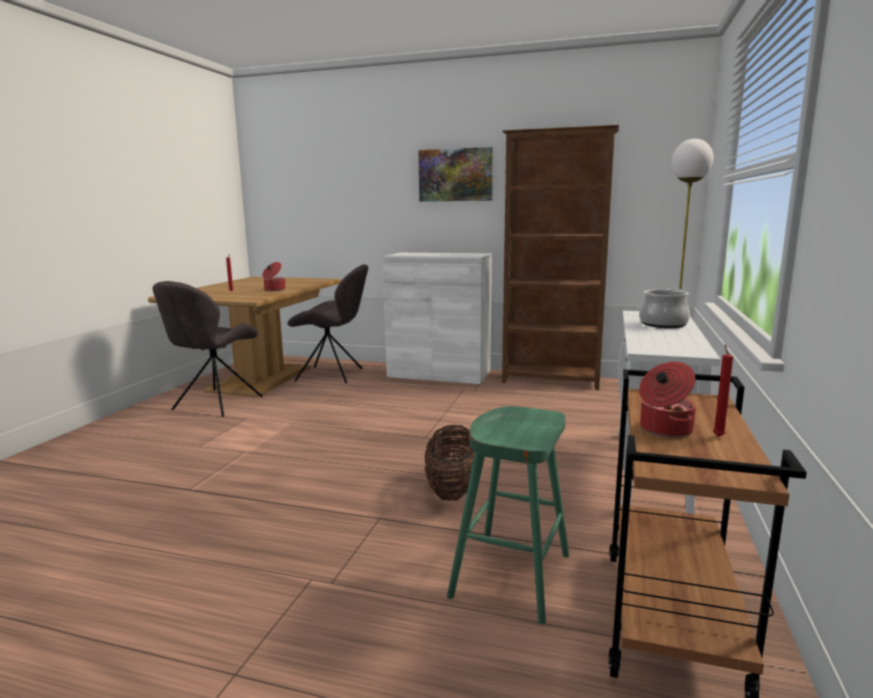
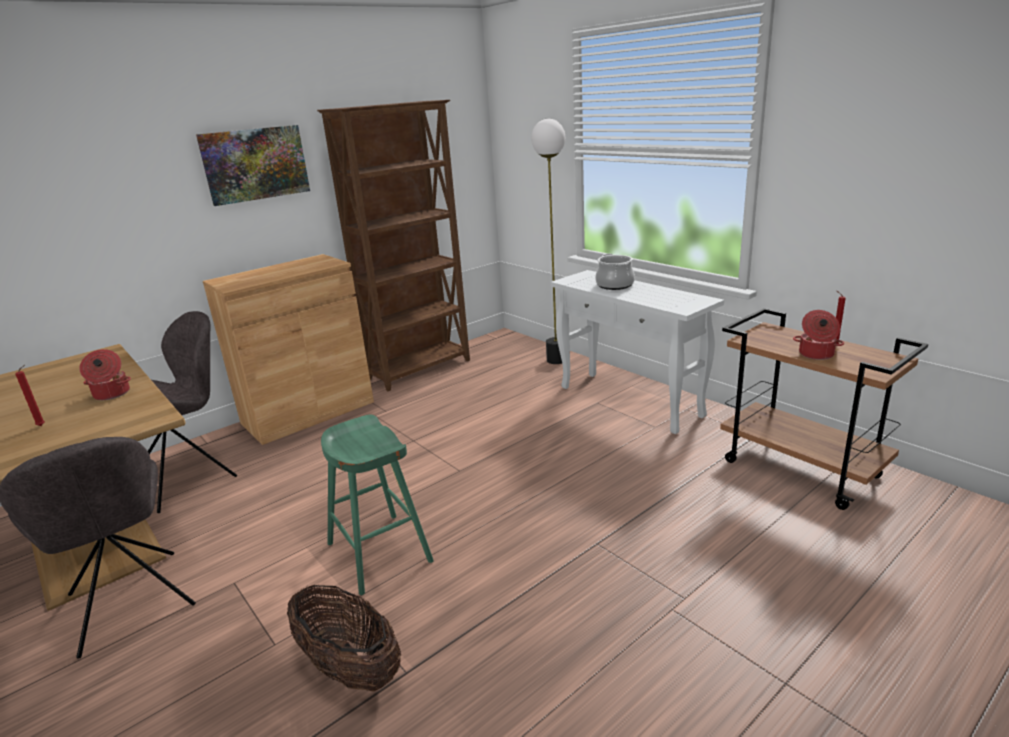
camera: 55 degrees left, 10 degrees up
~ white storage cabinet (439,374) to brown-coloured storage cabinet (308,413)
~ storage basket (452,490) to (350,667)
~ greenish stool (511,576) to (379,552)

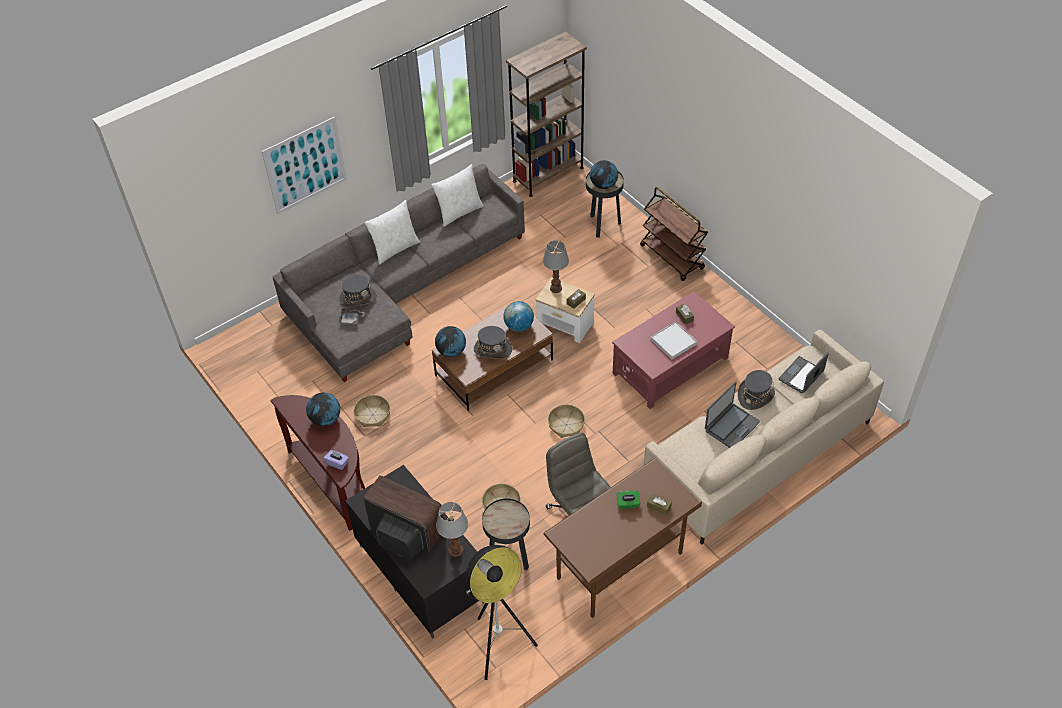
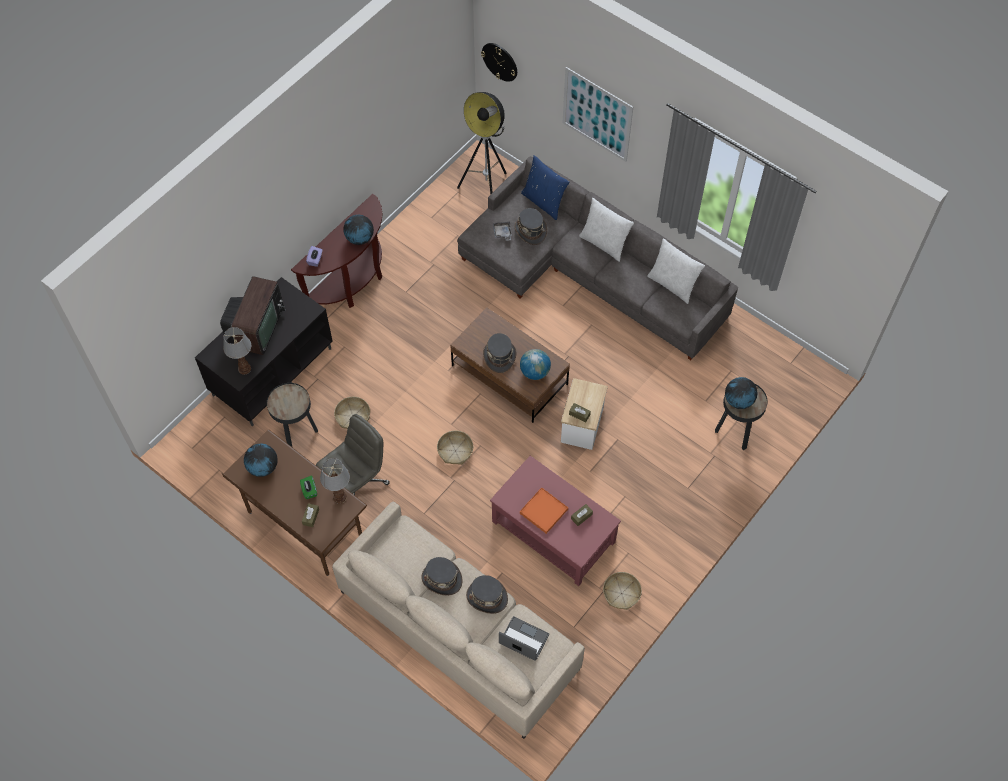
camera: 75 degrees right, 10 degrees up
~ world globe (451,351) to (263,467)
~ tabletop lamp (555,288) to (340,497)
~ portable computer (731,426) to grey hat (442,579)
~ floor lamp (499,645) to (487,190)
+ wall clock (500,61)
~ white serving tray (673,342) to orangey serving tray (543,511)
+ blue throw pillow (544,202)
~ storage basket (373,415) to (621,593)
- brown-coloured bookcase (548,174)
- brown-coloured wheeled cart (672,257)

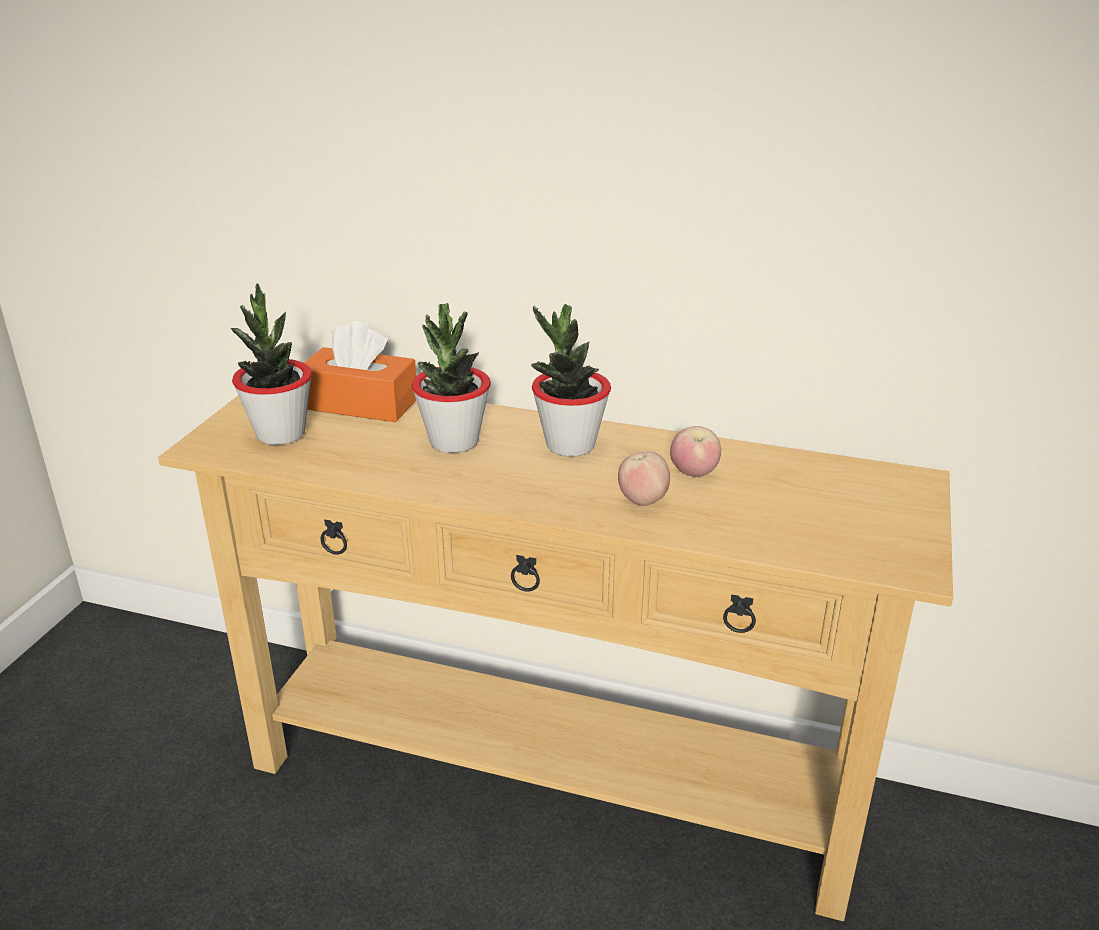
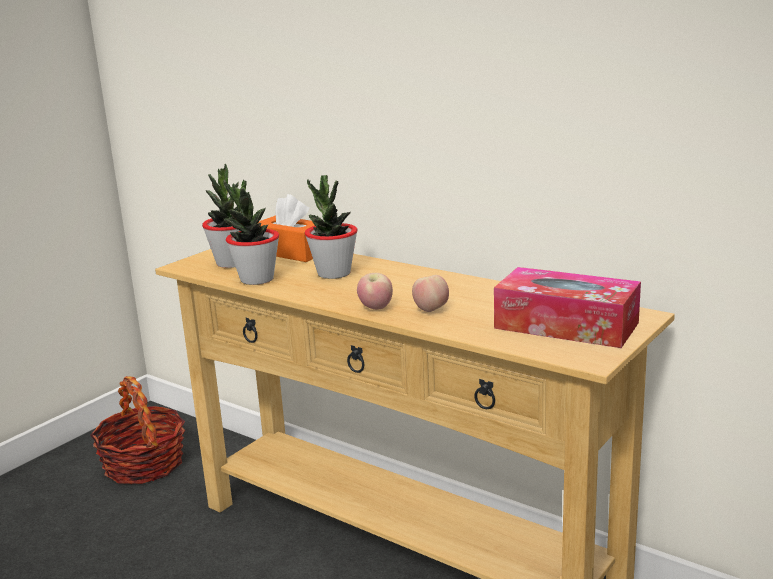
camera: 20 degrees right, 10 degrees down
+ storage basket (144,464)
~ plant in a pot (570,445) to (256,279)
~ apple (693,474) to (376,308)
+ tissue holder (566,325)

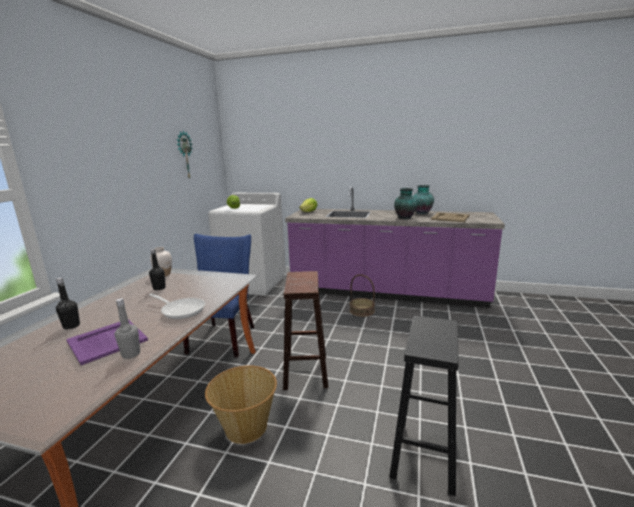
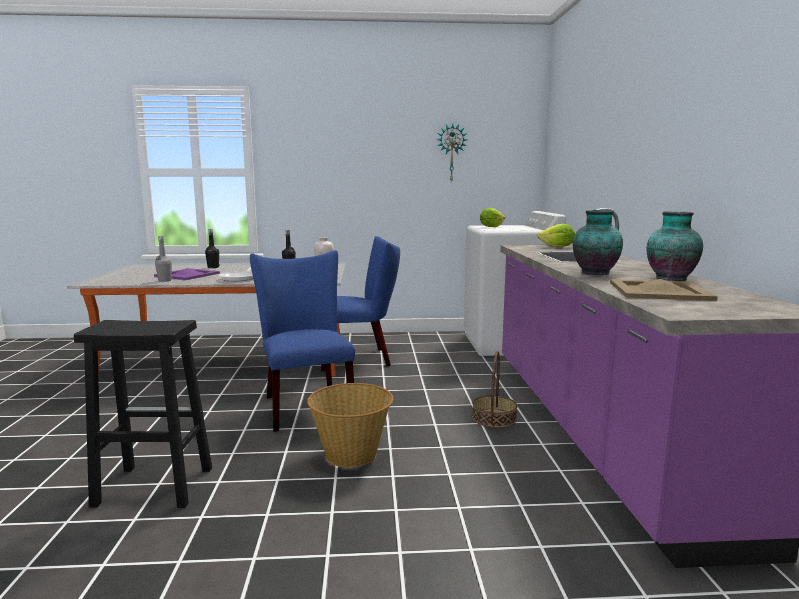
camera: 70 degrees right, 5 degrees down
~ brown-coloured stool (305,371) to blue plain chair (305,405)
~ storage basket (245,426) to (351,454)

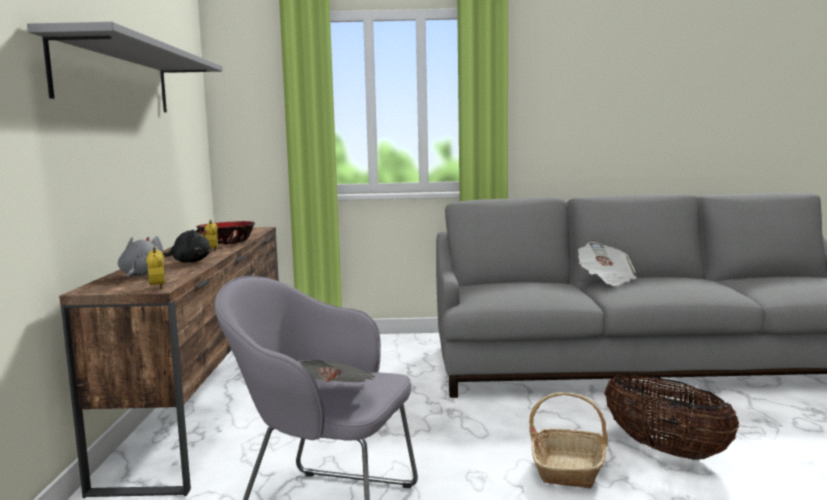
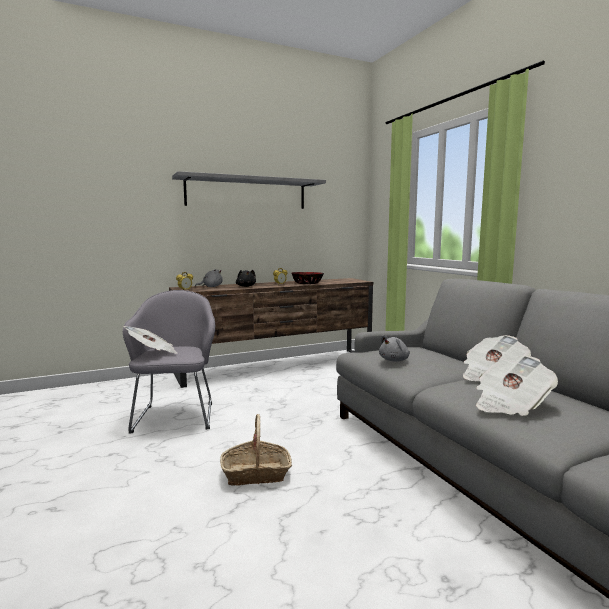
camera: 65 degrees right, 0 degrees up
+ grey cuddly toy (395,360)
+ daily paper (510,404)
- storage basket (665,450)

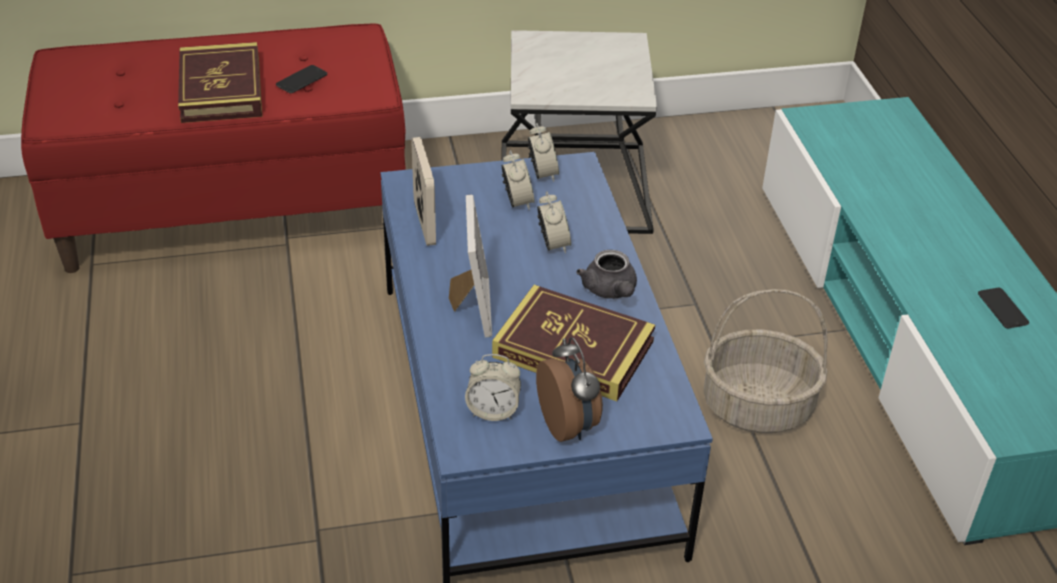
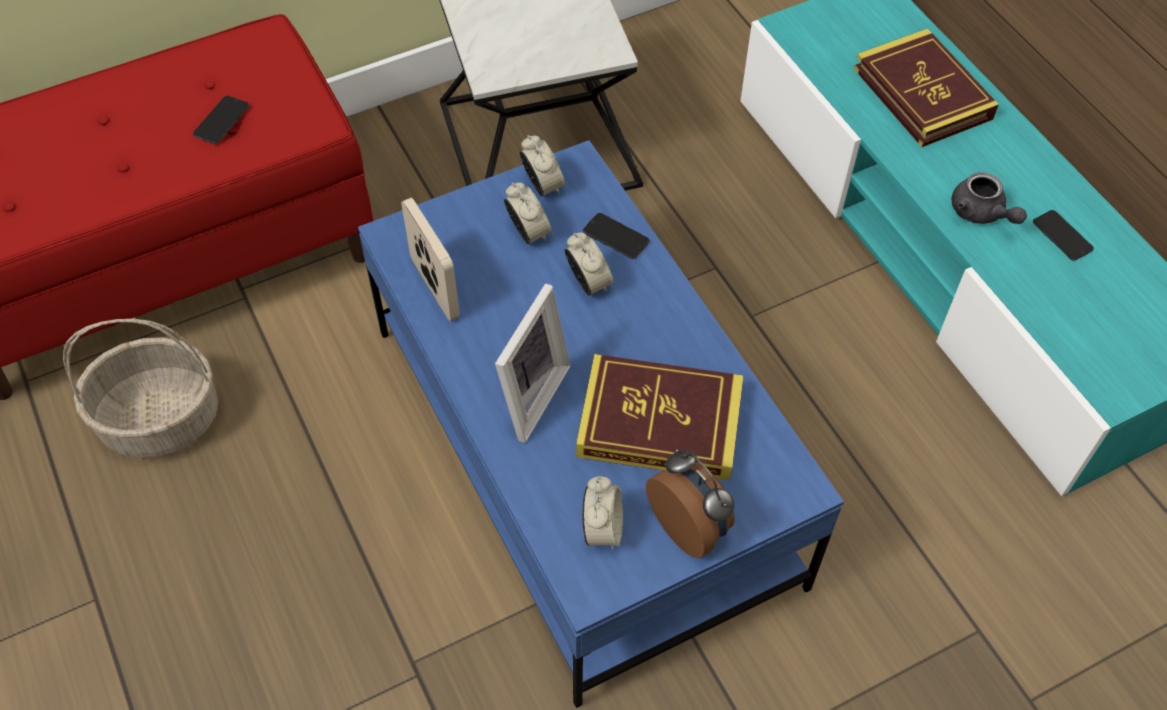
camera: 15 degrees left, 15 degrees up
~ storage basket (756,407) to (159,420)
~ picture frame (469,308) = (527,395) 45 degrees clockwise
+ phone (616,237)
~ alarm clock (493,410) = (602,529) 75 degrees counterclockwise
~ volume (221,89) to (922,93)
~ grey tea pot (610,291) to (981,213)

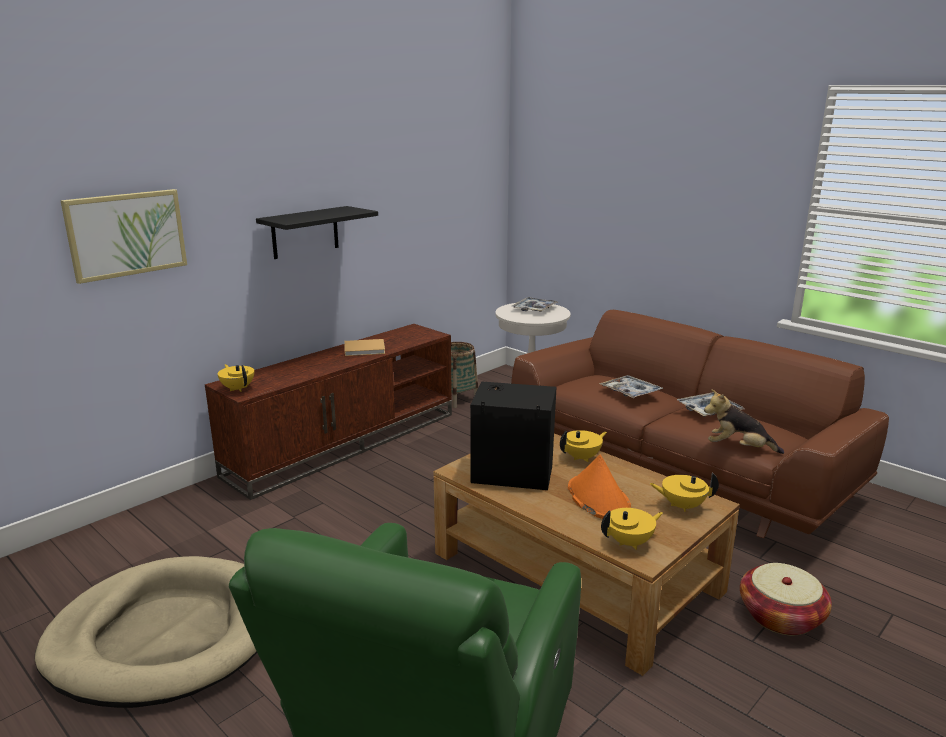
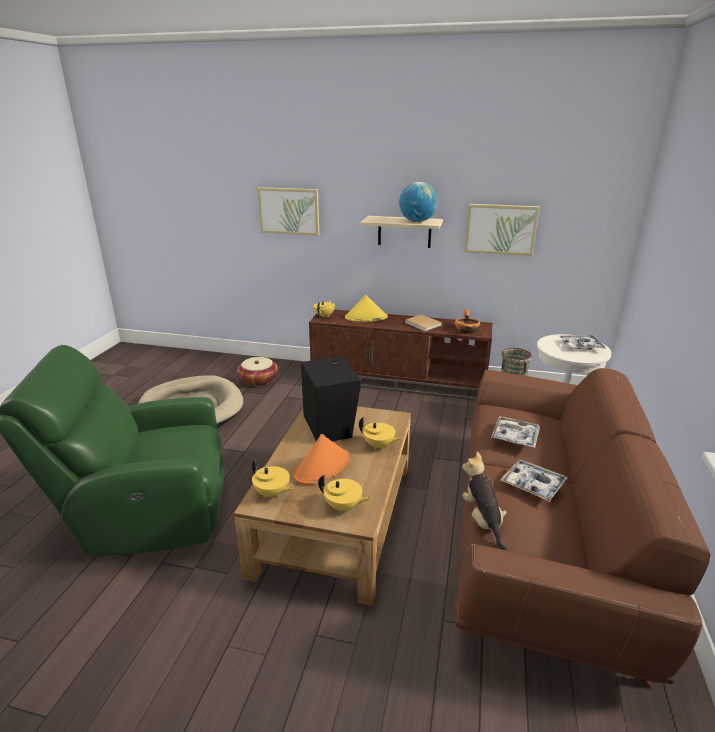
camera: 60 degrees right, 5 degrees up
~ storage basket (780,616) to (258,380)
~ yellowish tea pot (682,506) = (343,507) 135 degrees clockwise
+ yellowish hat (366,317)
~ black-coloured shelf (305,232) to beige-coloured shelf (404,231)
+ world globe (417,221)
+ orangey serving bowl (466,330)
+ wall picture (500,229)

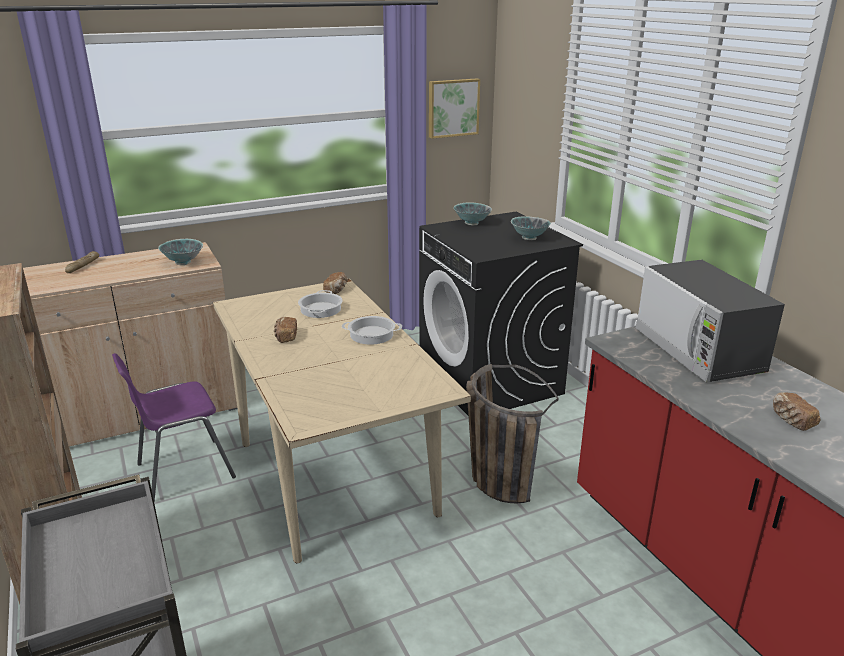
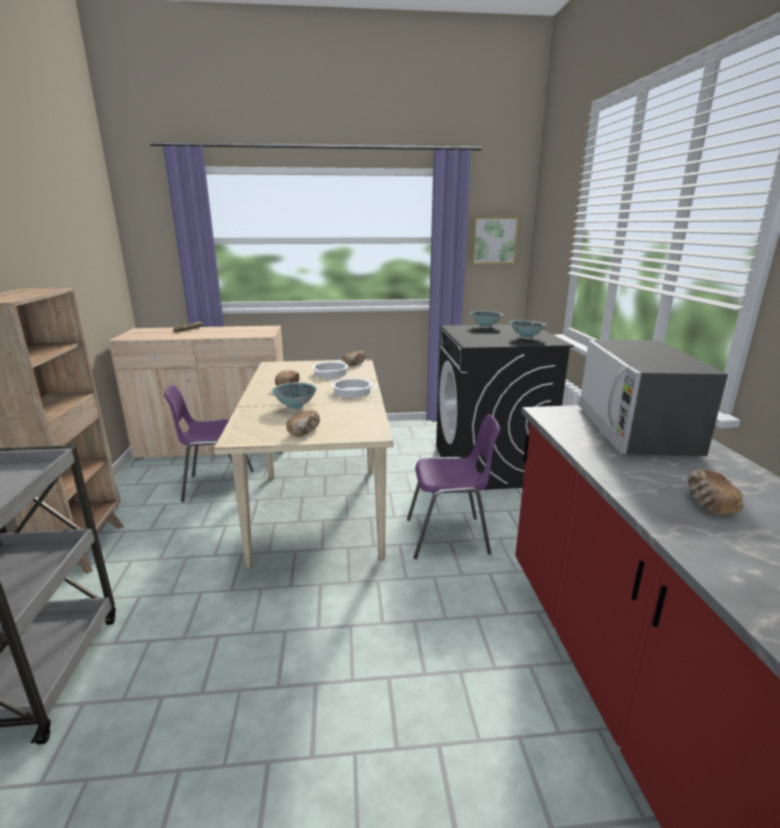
camera: 20 degrees right, 5 degrees down
~ serving bowl (183,262) to (295,407)
+ baked bread (305,431)
~ storage basket (494,475) to purplish plain chair (449,537)

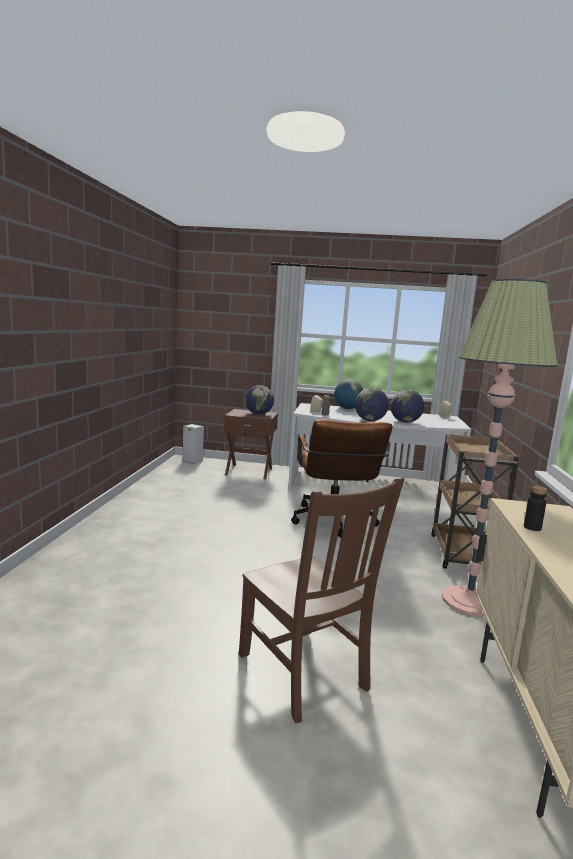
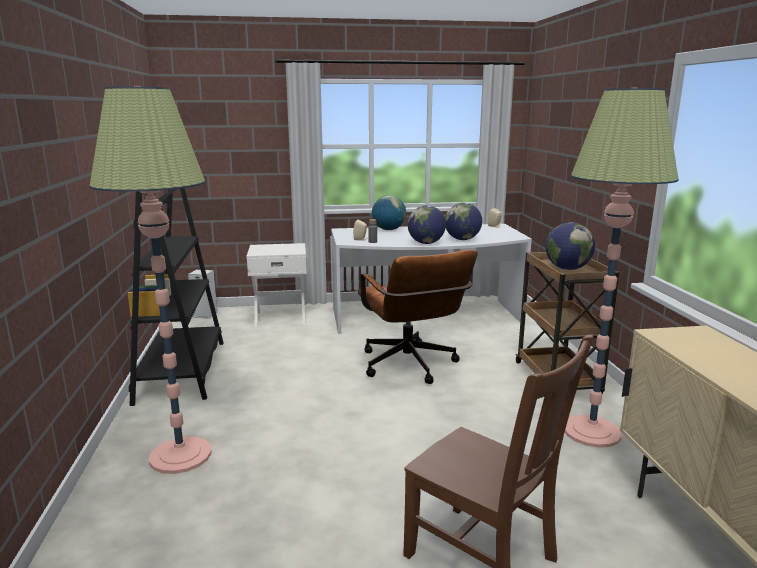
camera: 15 degrees left, 5 degrees up
+ floor lamp (180,455)
+ black-coloured bookcase (182,371)
~ brown-coloured bedside table (249,471) to white bedside table (280,317)
~ world globe (258,414) to (567,269)
- black-coloured bottle (532,527)

